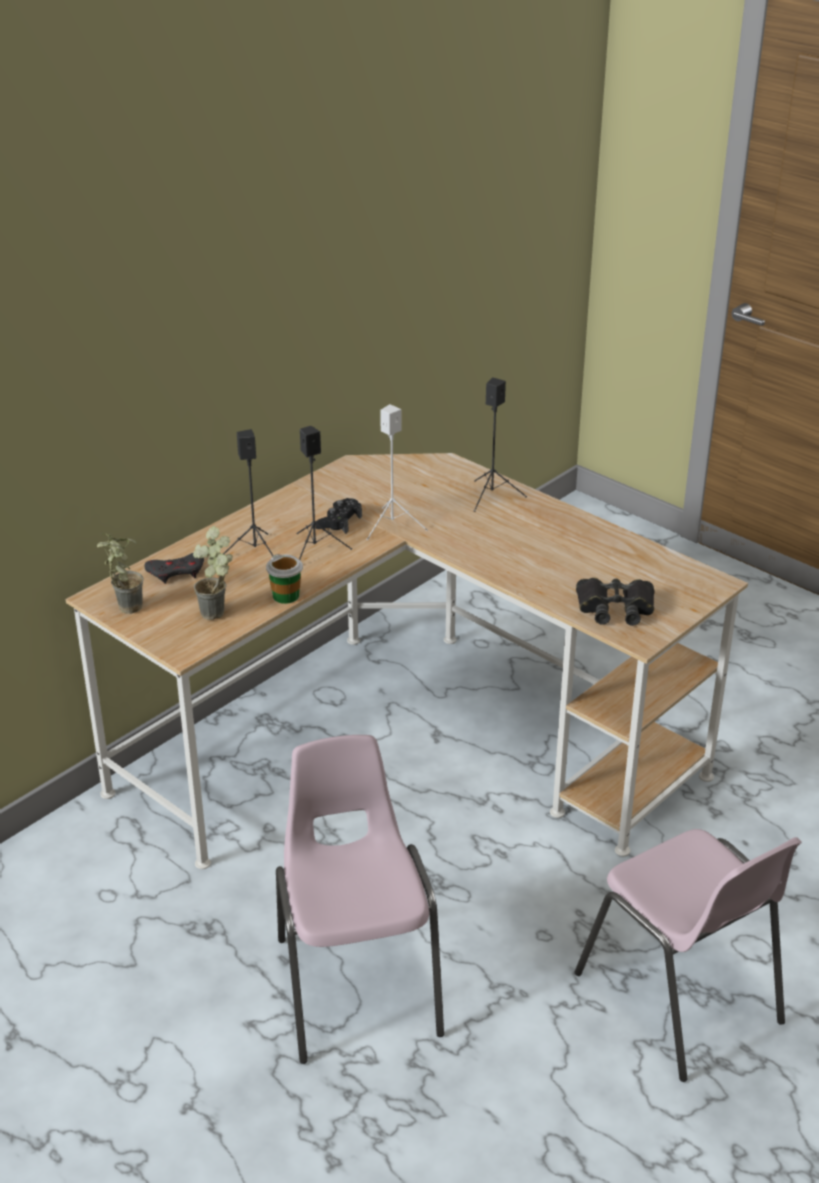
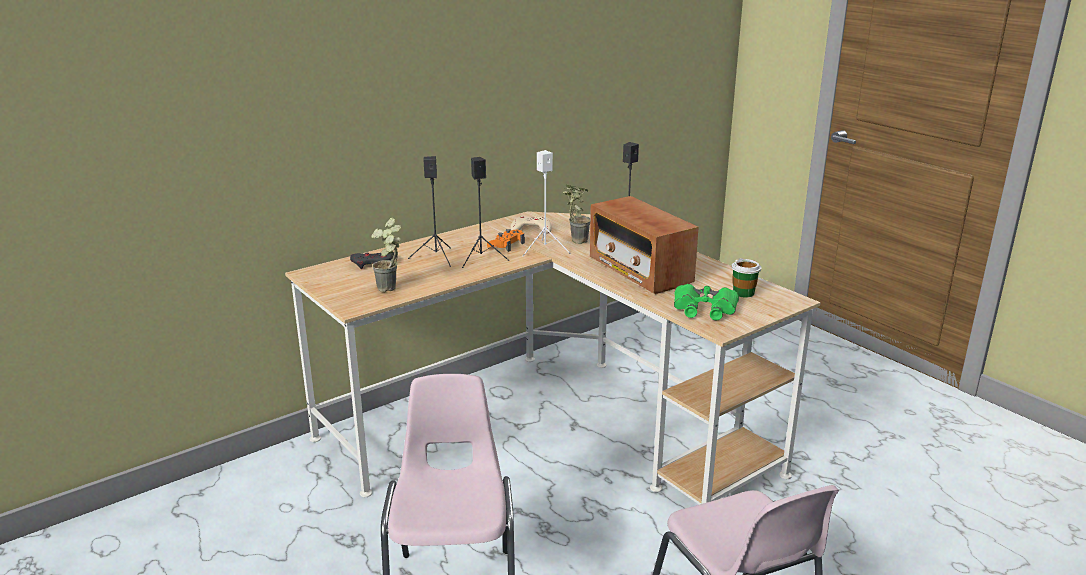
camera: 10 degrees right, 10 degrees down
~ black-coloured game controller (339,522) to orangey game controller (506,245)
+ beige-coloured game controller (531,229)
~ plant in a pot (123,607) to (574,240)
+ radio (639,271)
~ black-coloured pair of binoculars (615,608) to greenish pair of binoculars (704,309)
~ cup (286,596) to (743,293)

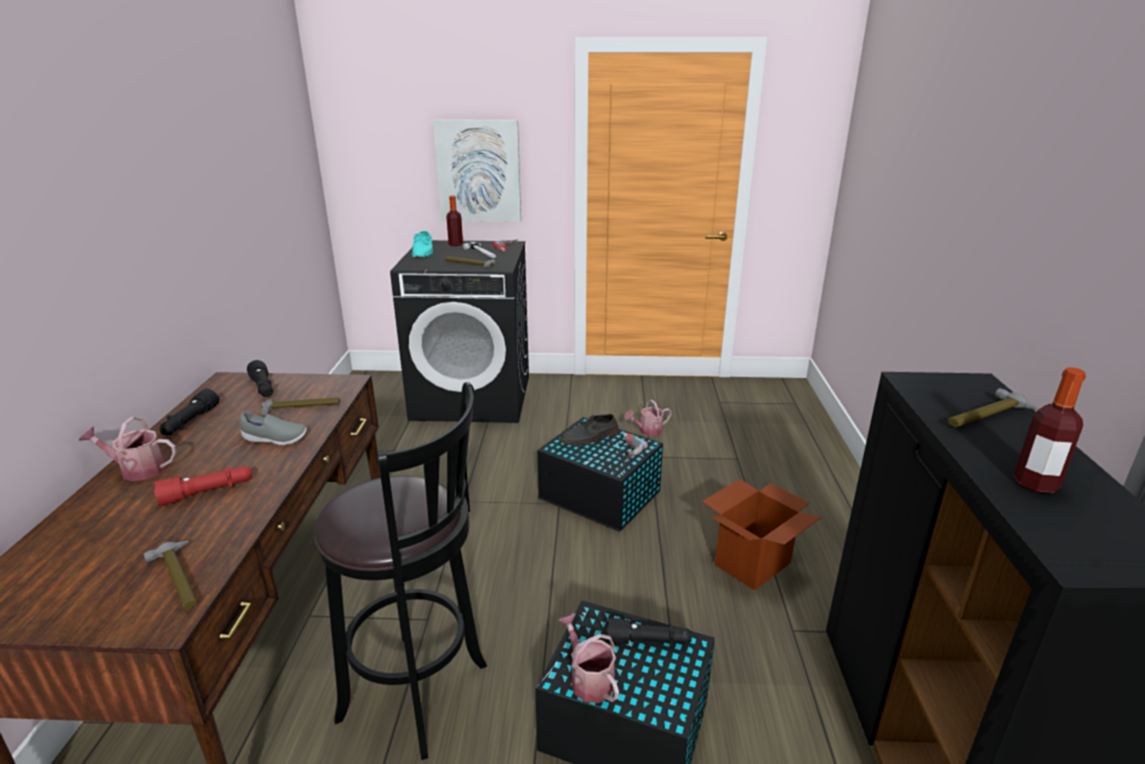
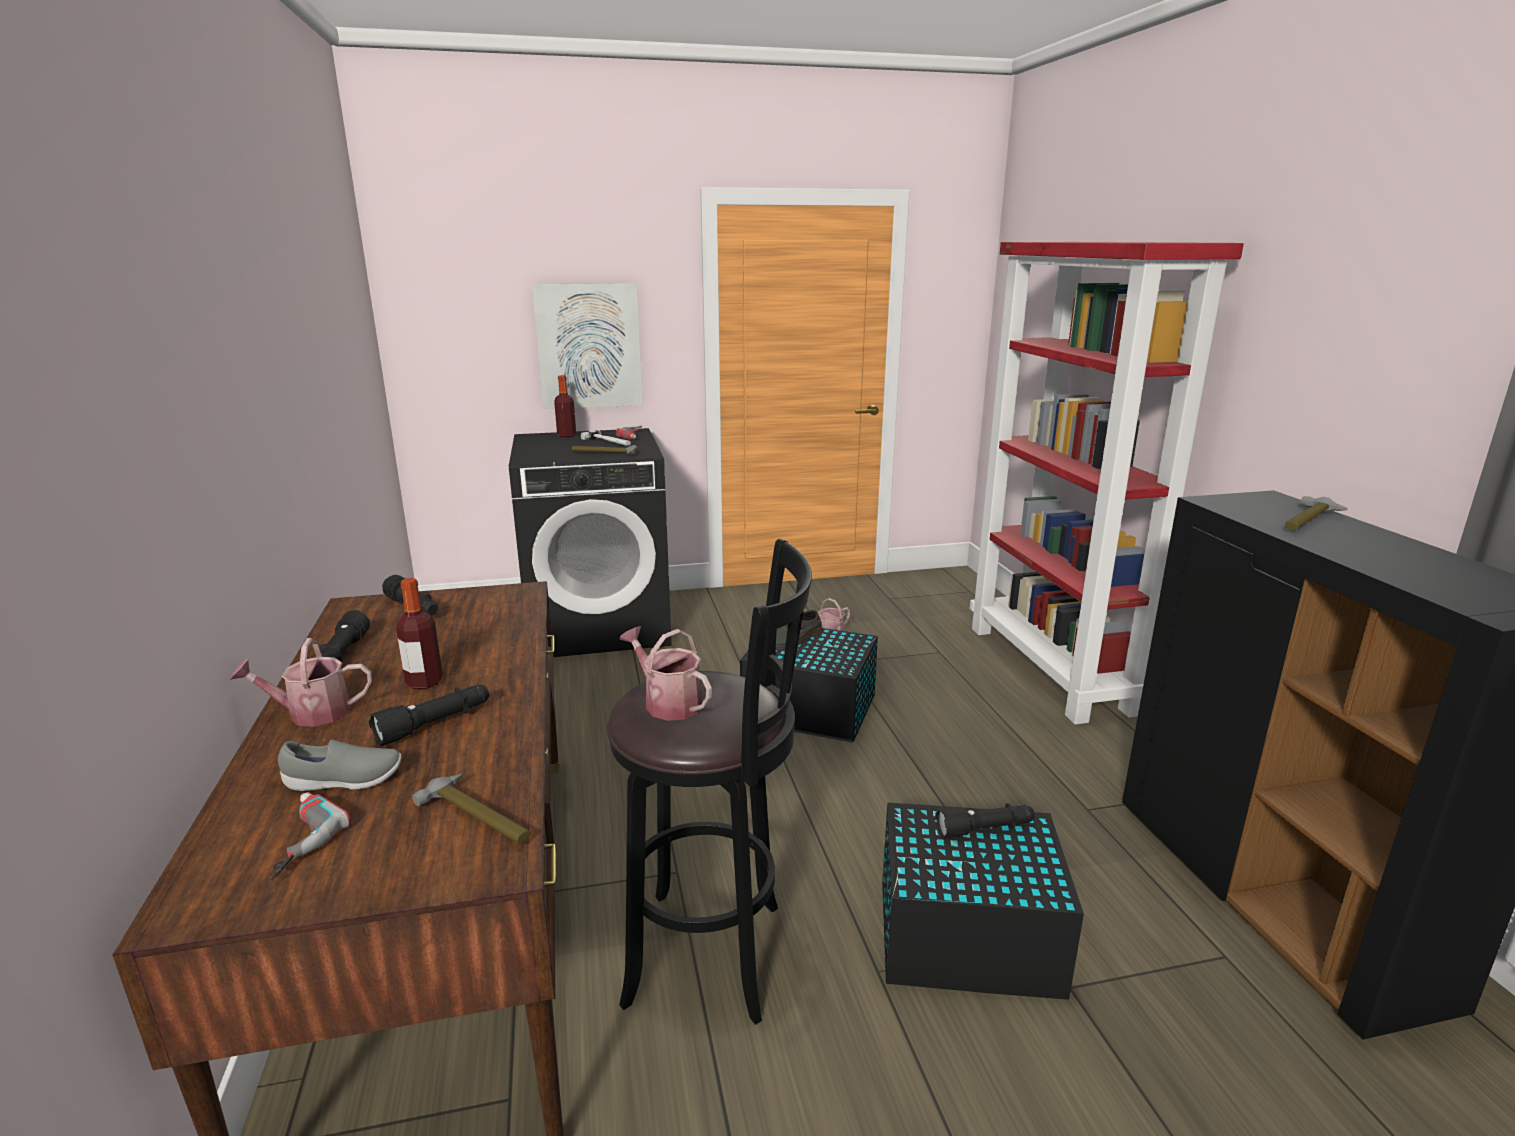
camera: 15 degrees left, 5 degrees down
~ power drill (626,450) to (293,840)
~ grey item of footwear (275,439) to (344,781)
~ red torch (207,492) to black-coloured torch (435,724)
~ bottle (1035,484) to (424,682)
~ watering can (589,679) to (667,702)
+ red bookcase (1051,668)
- tool hammer (302,408)
- blue-green item of footwear (423,252)
- packing box (752,563)

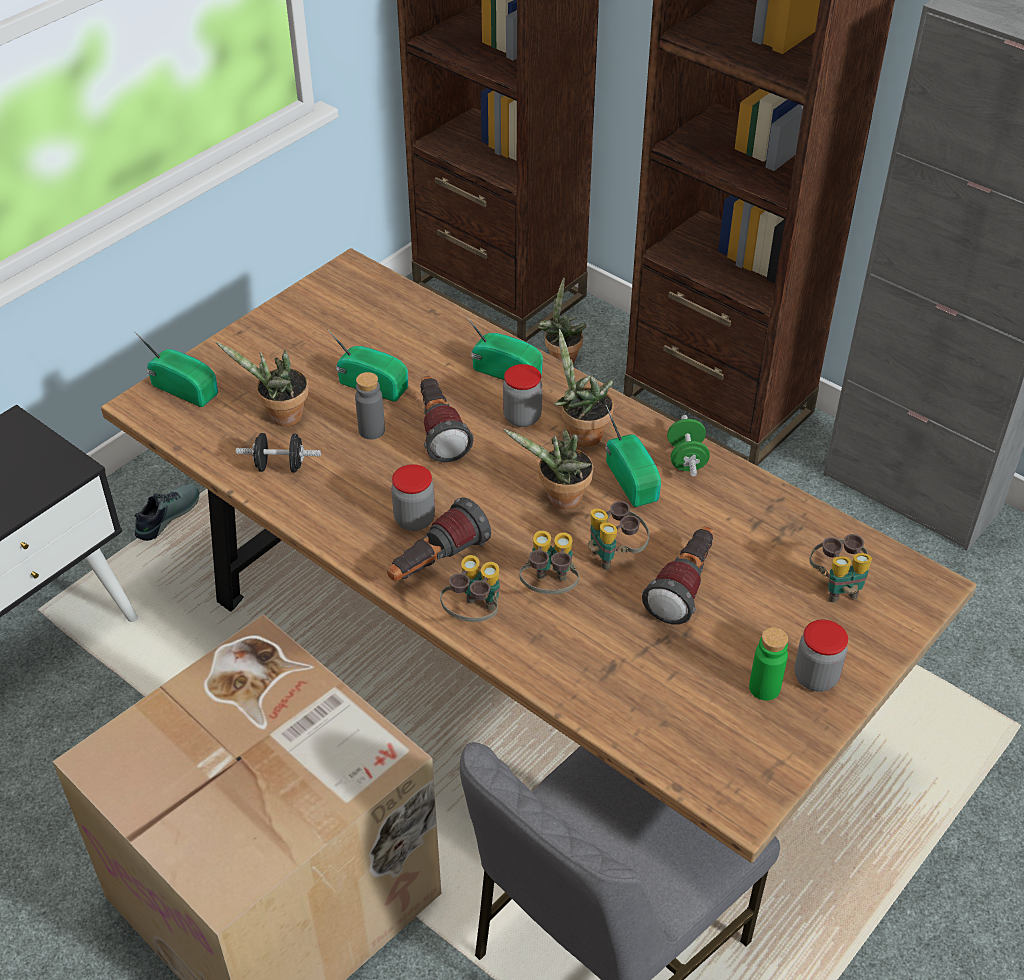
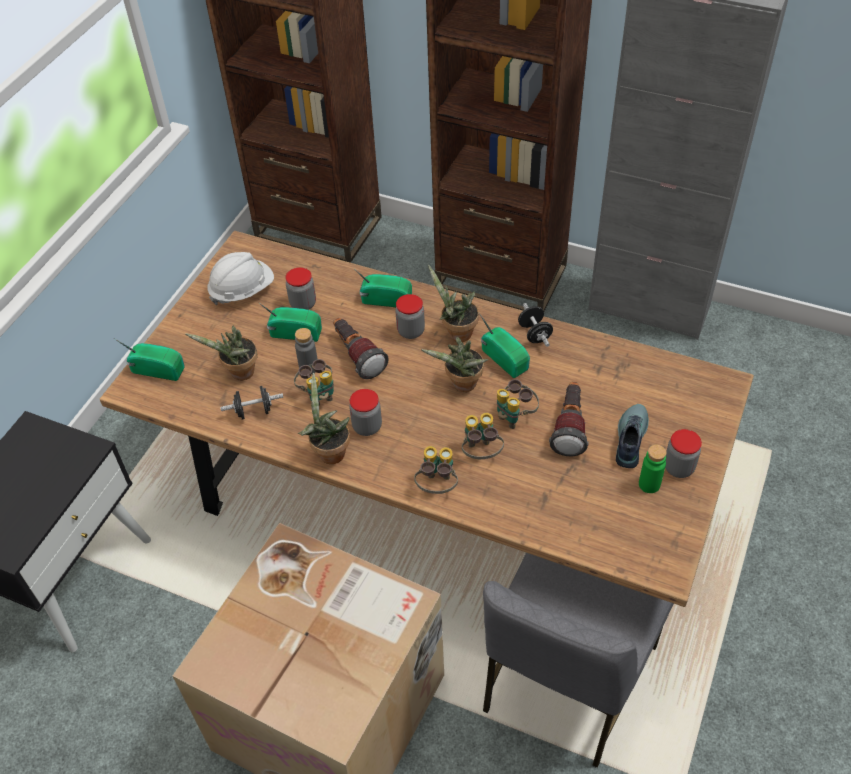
camera: 15 degrees left, 5 degrees up
+ white work helmet (242,290)
+ storage jar (303,304)
~ pair of binoculars (837,586) to (318,395)
~ plant in a pot (561,358) to (329,452)
~ greenish hand weight (686,459) to black-coloured hand weight (534,334)
~ item of footwear (166,515) to (629,439)
- torch (436,563)

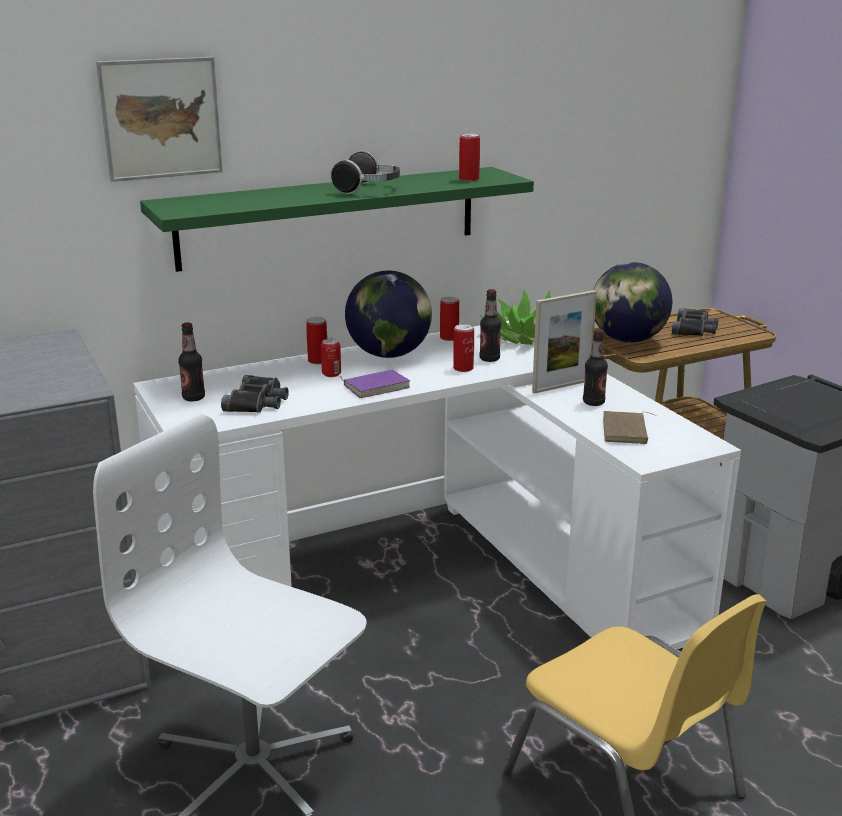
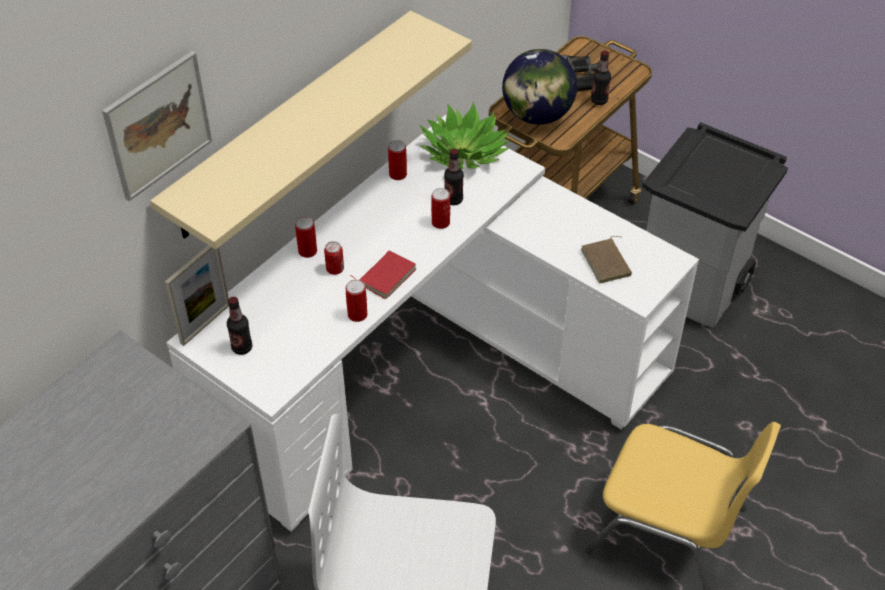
camera: 25 degrees left, 25 degrees up
~ greenish shelf (330,217) to beige-coloured shelf (293,124)
~ picture frame (561,386) to (205,324)
~ sealed can (469,179) to (357,314)
~ purplish volume (376,386) to red volume (386,276)
~ bottle (593,402) to (599,100)
- black-coloured pair of binoculars (257,402)
- headset (369,189)
- world globe (389,354)

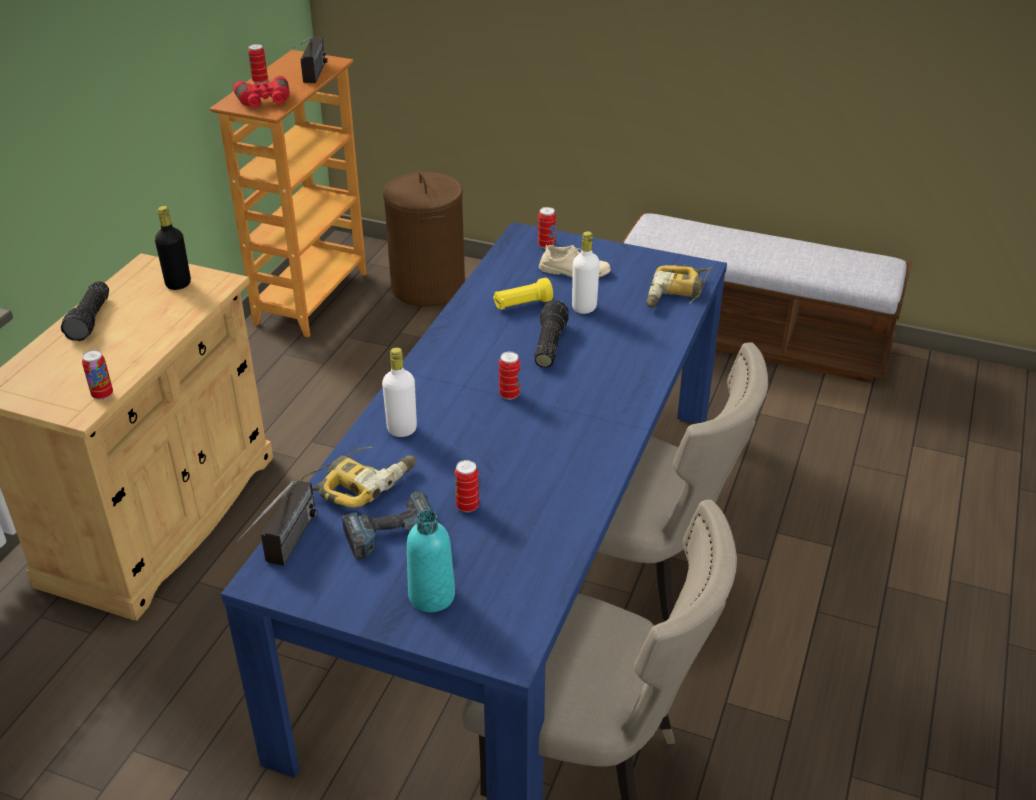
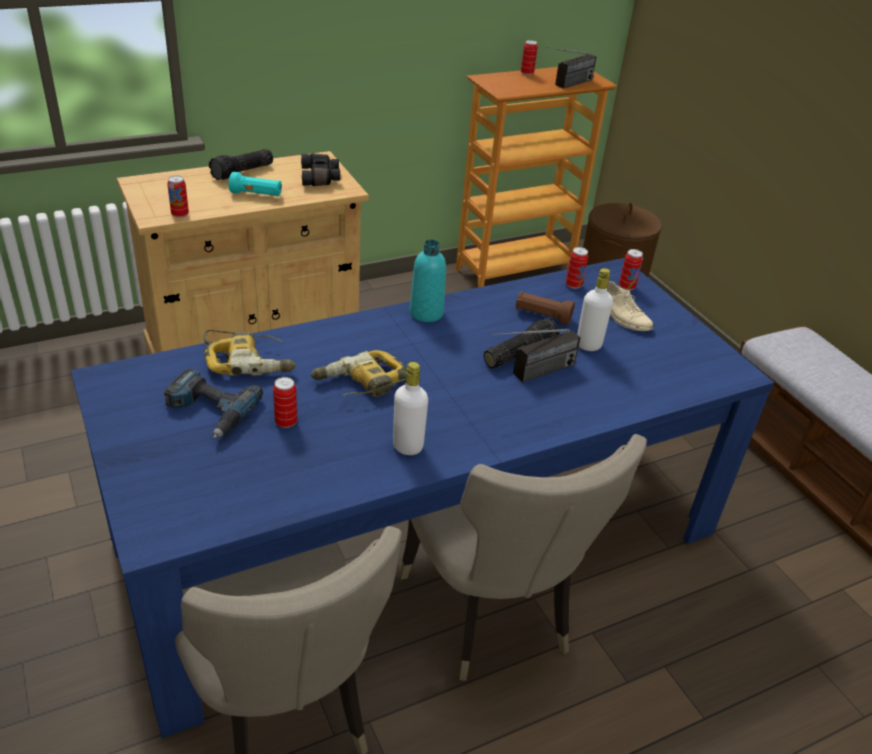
camera: 40 degrees right, 0 degrees up
+ blue-green torch (256,195)
~ black-coloured bottle (178,284) to black-coloured pair of binoculars (321,178)
~ power drill (677,294) to (364,384)
~ white bottle (402,429) to (407,446)
~ blue-green bottle (431,596) to (426,313)
~ radio (284,552) to (530,375)
~ yellowish torch (522,304) to brown-coloured torch (542,316)
~ sealed can (509,394) to (573,285)
- red pair of binoculars (264,102)

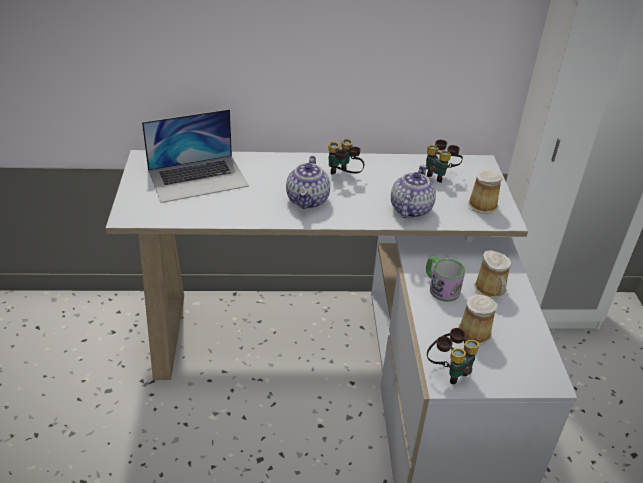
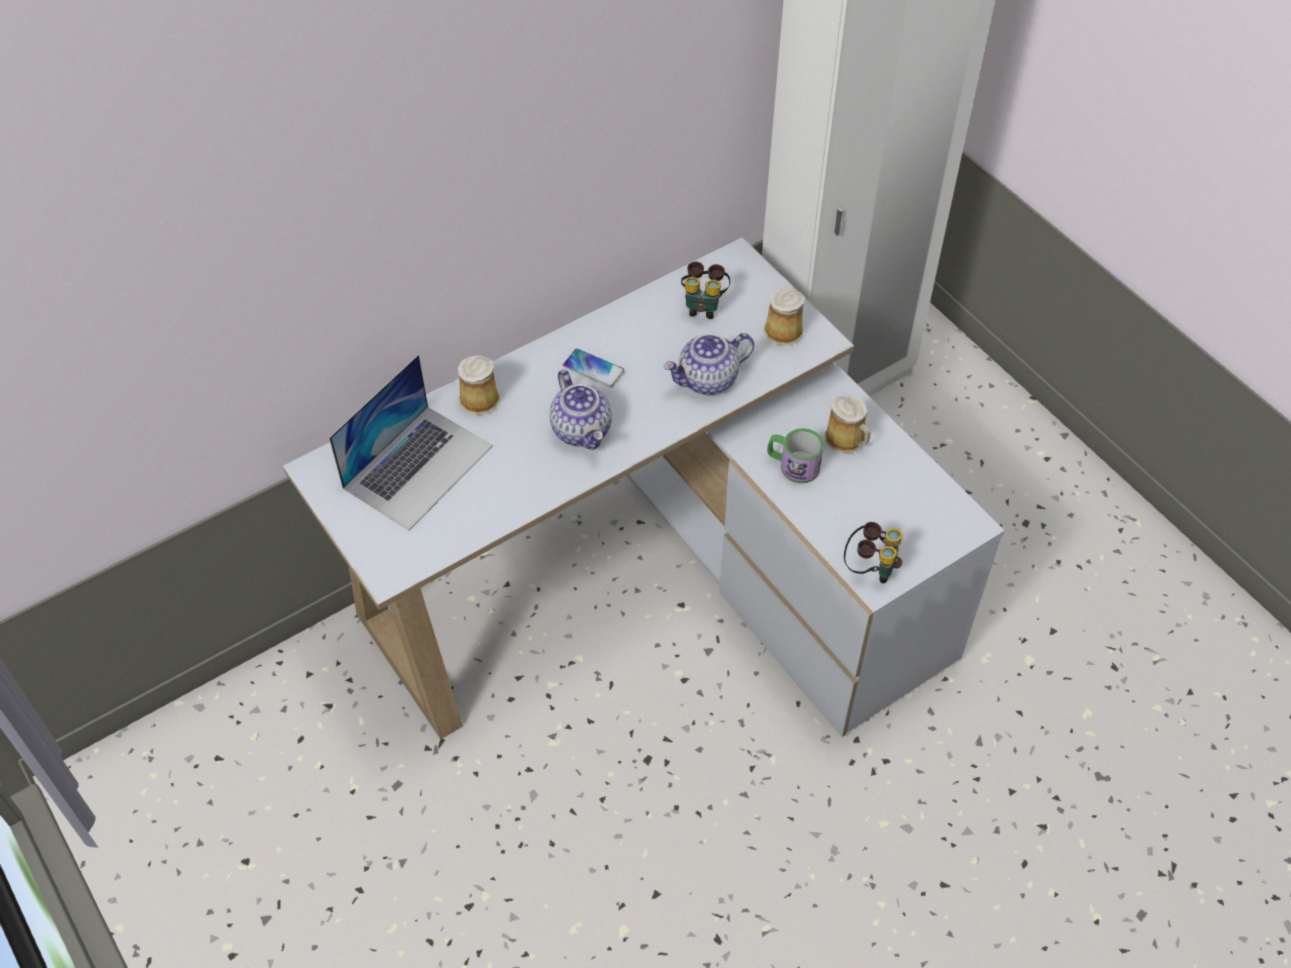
camera: 30 degrees left, 15 degrees up
~ coffee mug (474,331) to (478,398)
~ pair of binoculars (343,177) to phone (593,369)
~ tea pot (410,209) = (708,380) 105 degrees counterclockwise

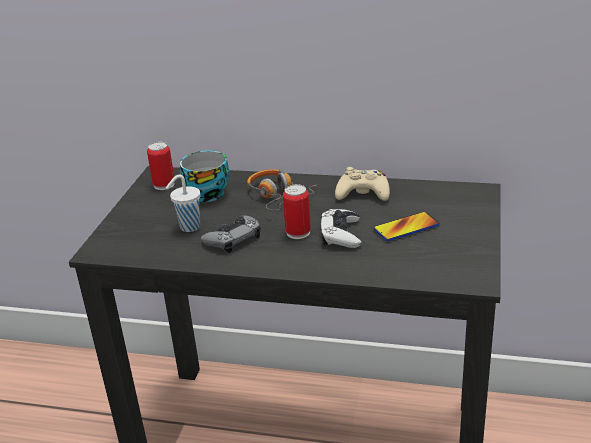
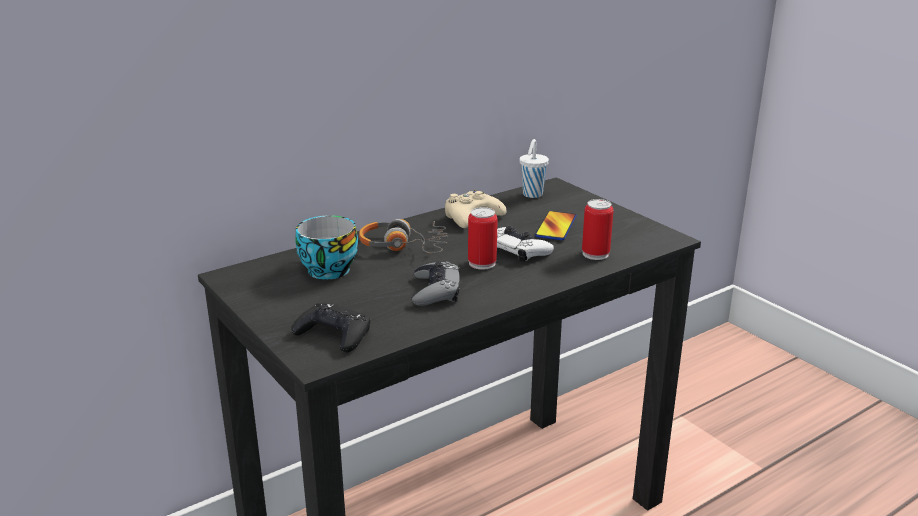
camera: 50 degrees left, 5 degrees down
+ black-coloured game controller (334,334)
~ white cup (188,227) to (532,195)
~ sealed can (164,185) to (595,254)

